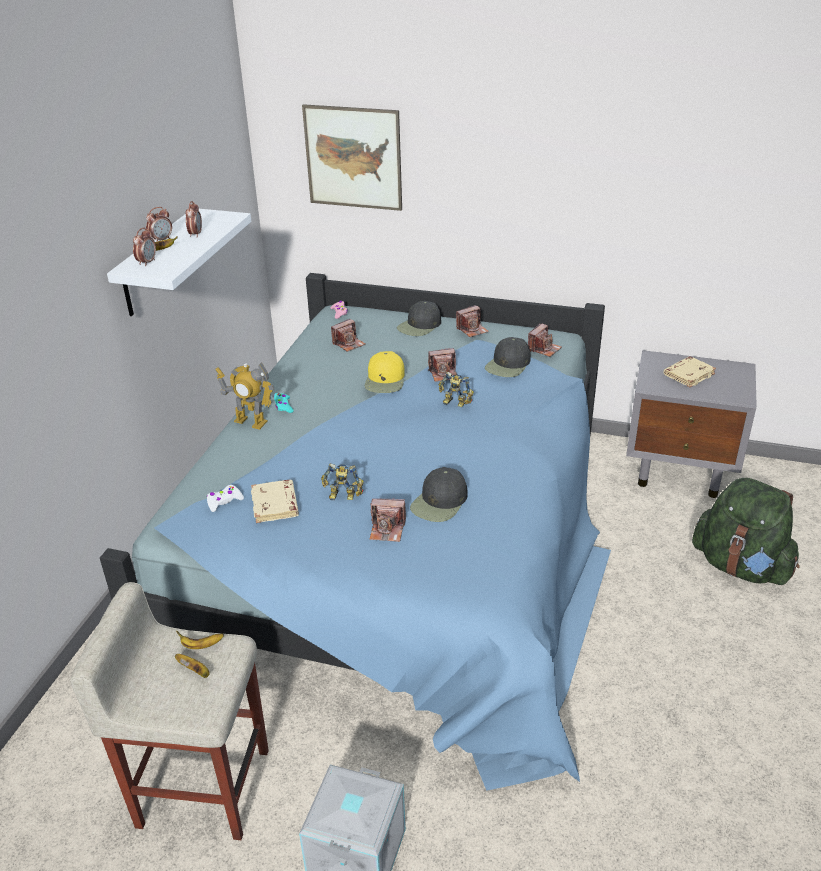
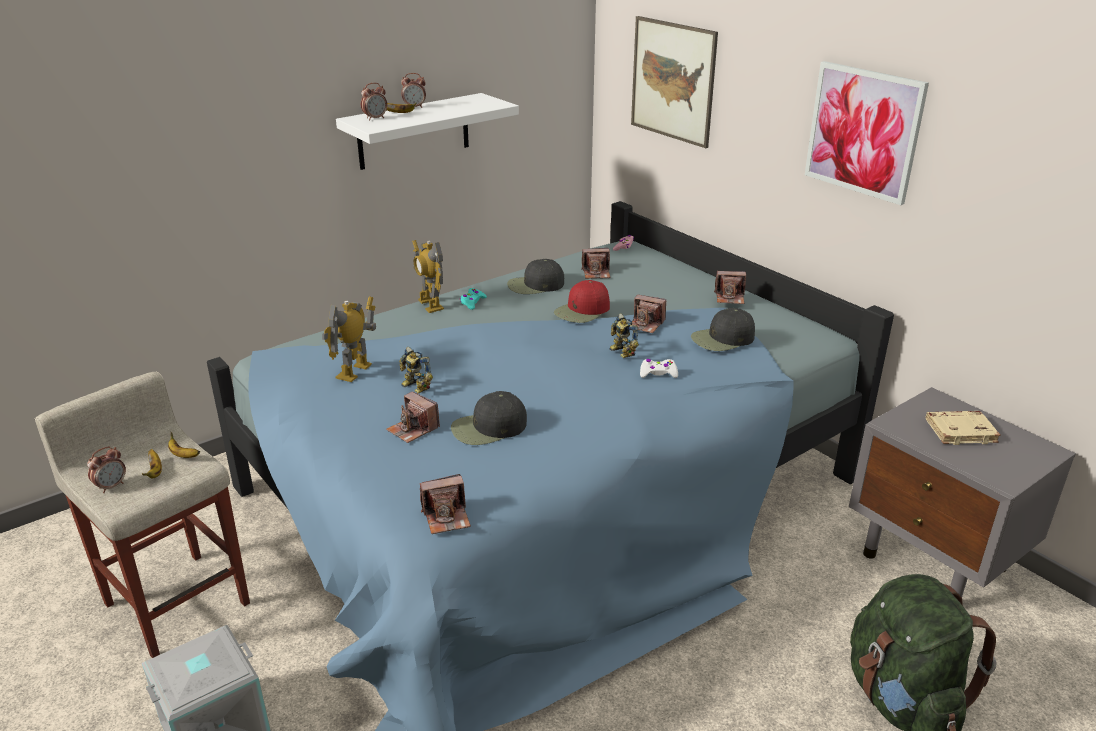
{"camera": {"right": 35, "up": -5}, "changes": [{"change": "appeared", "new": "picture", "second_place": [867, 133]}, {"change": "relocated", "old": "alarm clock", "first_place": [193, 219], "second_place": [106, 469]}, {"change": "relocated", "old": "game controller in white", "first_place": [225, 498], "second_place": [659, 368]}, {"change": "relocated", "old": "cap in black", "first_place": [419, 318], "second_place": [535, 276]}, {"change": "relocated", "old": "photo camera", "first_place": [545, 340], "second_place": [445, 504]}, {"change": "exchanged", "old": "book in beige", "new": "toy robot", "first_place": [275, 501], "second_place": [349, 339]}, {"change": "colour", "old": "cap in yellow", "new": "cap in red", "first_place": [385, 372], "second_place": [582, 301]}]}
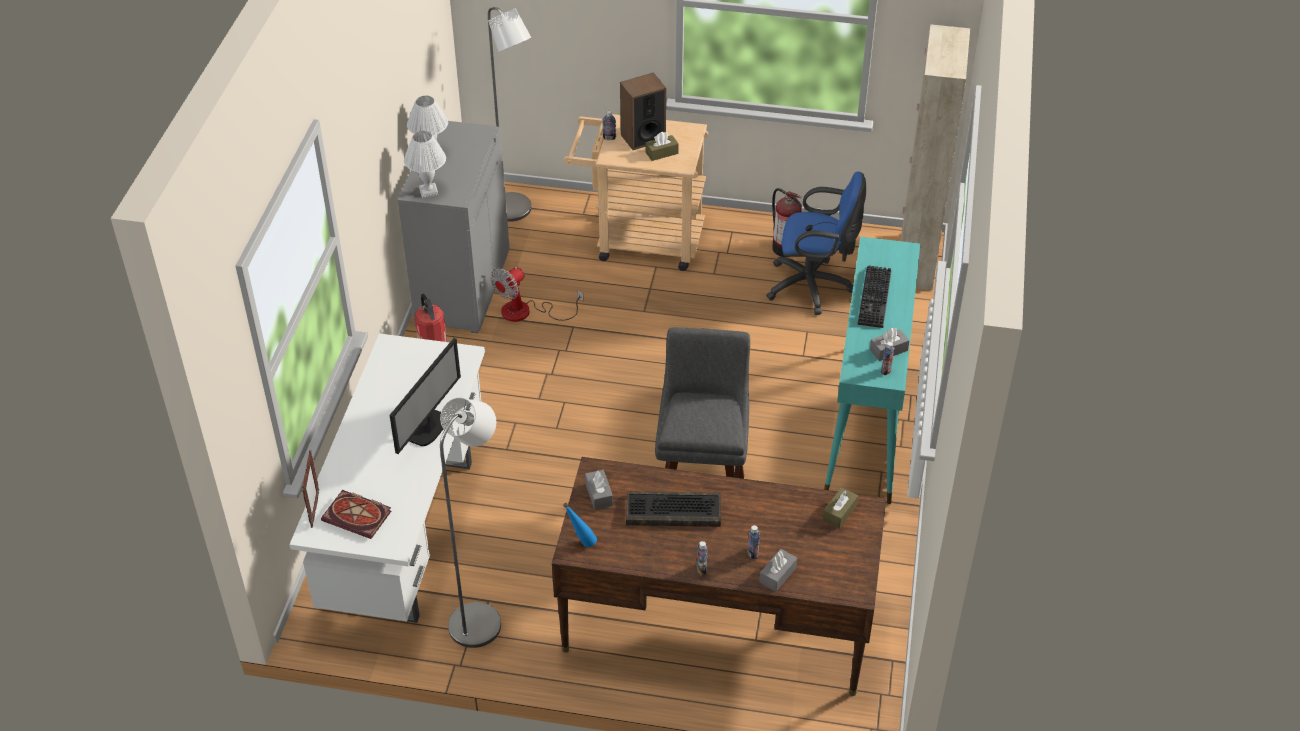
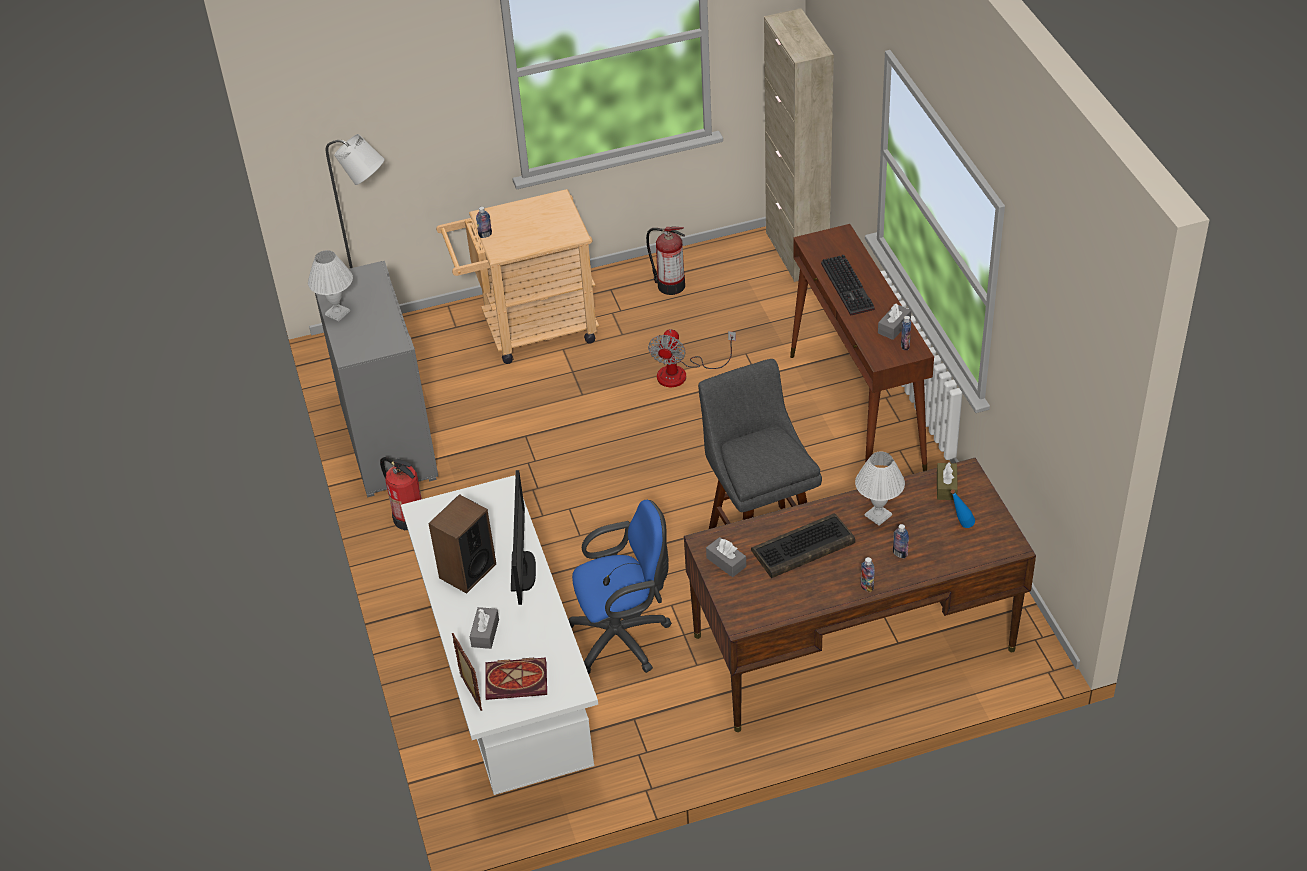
{"camera": {"right": -25, "up": 0}, "changes": [{"change": "missing", "old": "floor lamp in grey", "first_place": [470, 523]}, {"change": "missing", "old": "tissue box in brown", "first_place": [662, 146]}, {"change": "relocated", "old": "table lamp in white", "first_place": [425, 164], "second_place": [880, 489]}, {"change": "relocated", "old": "fan", "first_place": [537, 294], "second_place": [692, 358]}, {"change": "relocated", "old": "bottle in blue", "first_place": [580, 525], "second_place": [963, 508]}, {"change": "relocated", "old": "speaker", "first_place": [643, 111], "second_place": [462, 544]}, {"change": "relocated", "old": "tissue box in grey", "first_place": [778, 570], "second_place": [484, 628]}, {"change": "relocated", "old": "office chair in blue", "first_place": [816, 243], "second_place": [620, 587]}, {"change": "colour", "old": "console table in turquoise", "new": "console table in brown", "first_place": [872, 370], "second_place": [862, 347]}]}
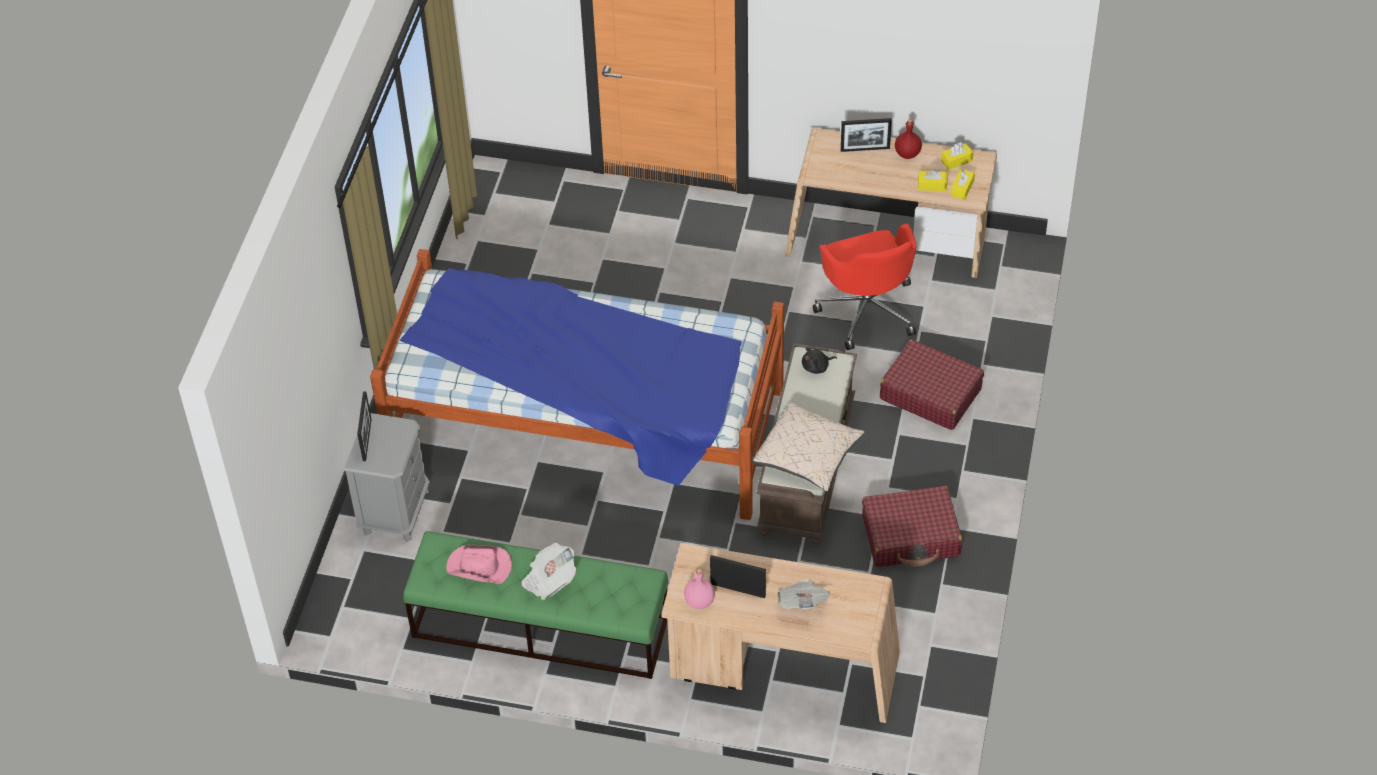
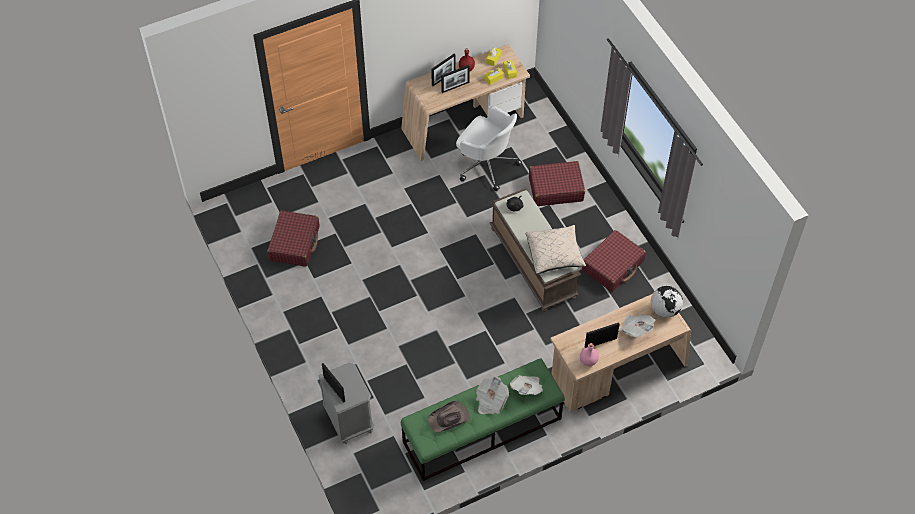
{"camera": {"right": -40, "up": 5}, "changes": [{"change": "missing", "old": "bed", "first_place": [577, 384]}, {"change": "appeared", "new": "suitcase in red", "second_place": [293, 238]}, {"change": "appeared", "new": "picture frame", "second_place": [455, 79]}, {"change": "appeared", "new": "newspaper", "second_place": [526, 385]}, {"change": "appeared", "new": "globe", "second_place": [667, 302]}, {"change": "colour", "old": "hat in pink", "new": "hat in brown", "first_place": [479, 564], "second_place": [449, 417]}, {"change": "colour", "old": "office chair in red", "new": "office chair in white", "first_place": [865, 287], "second_place": [489, 148]}]}
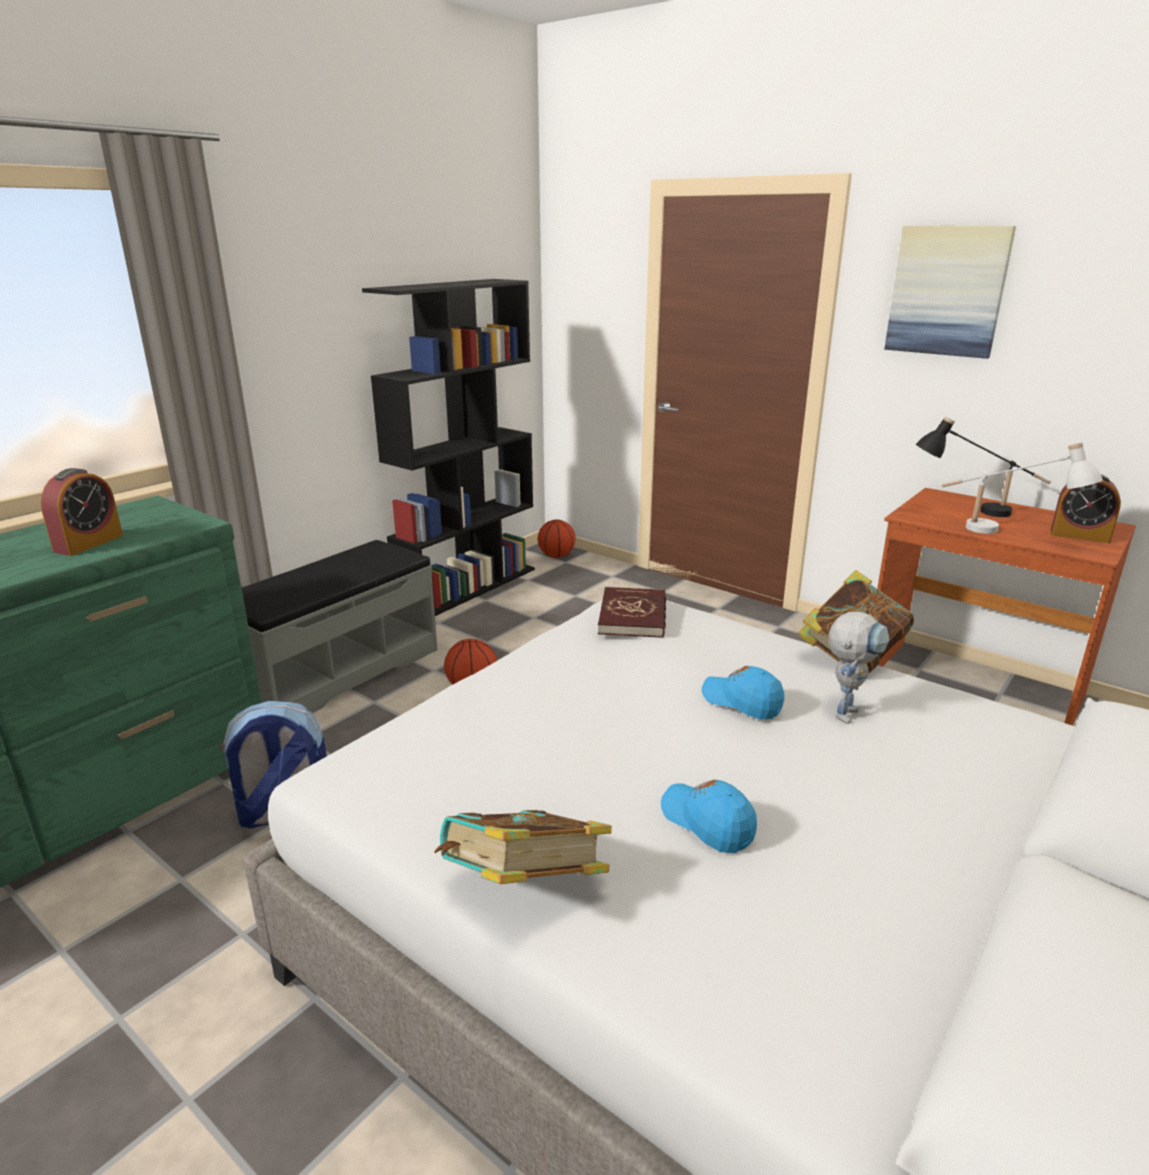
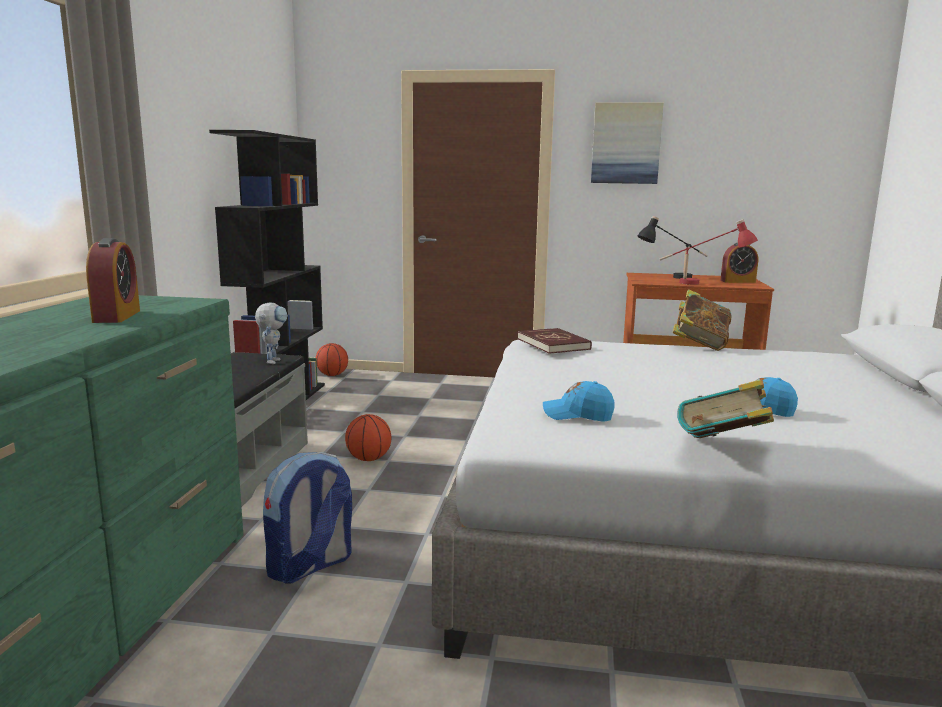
{"camera": {"right": -30, "up": -10}, "changes": [{"change": "relocated", "old": "cap in blue", "first_place": [743, 693], "second_place": [578, 401]}, {"change": "relocated", "old": "toy robot", "first_place": [858, 668], "second_place": [271, 333]}, {"change": "colour", "old": "table lamp in white", "new": "table lamp in red", "first_place": [1022, 488], "second_place": [709, 252]}]}
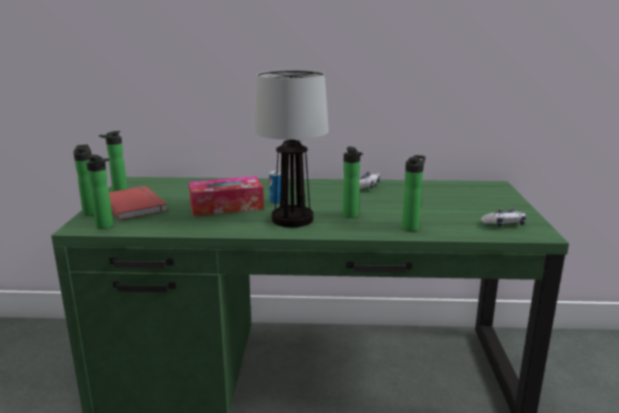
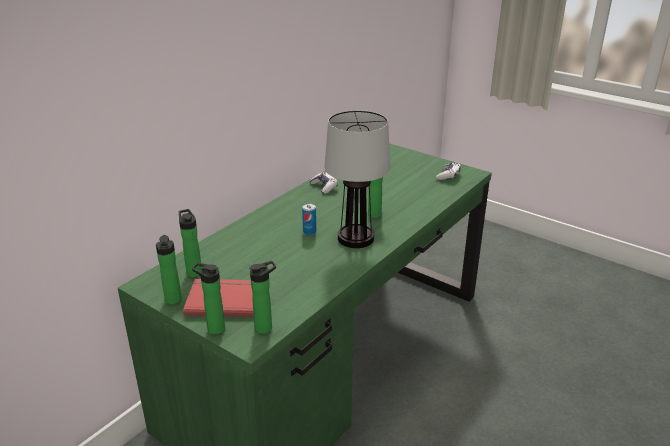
{"camera": {"right": -55, "up": 10}, "changes": [{"change": "missing", "old": "tissue box", "first_place": [226, 196]}, {"change": "relocated", "old": "bottle", "first_place": [414, 193], "second_place": [190, 243]}]}
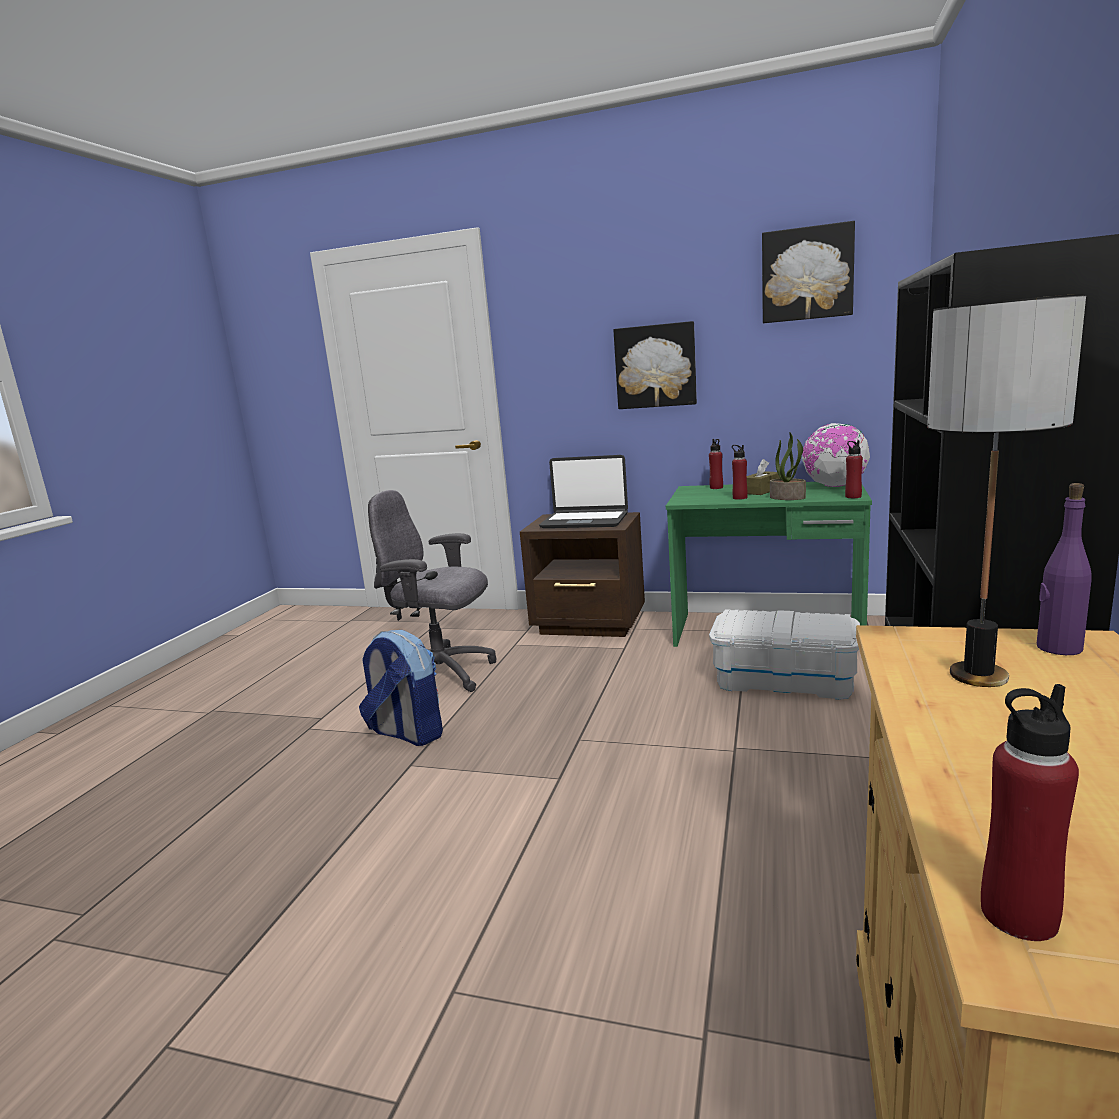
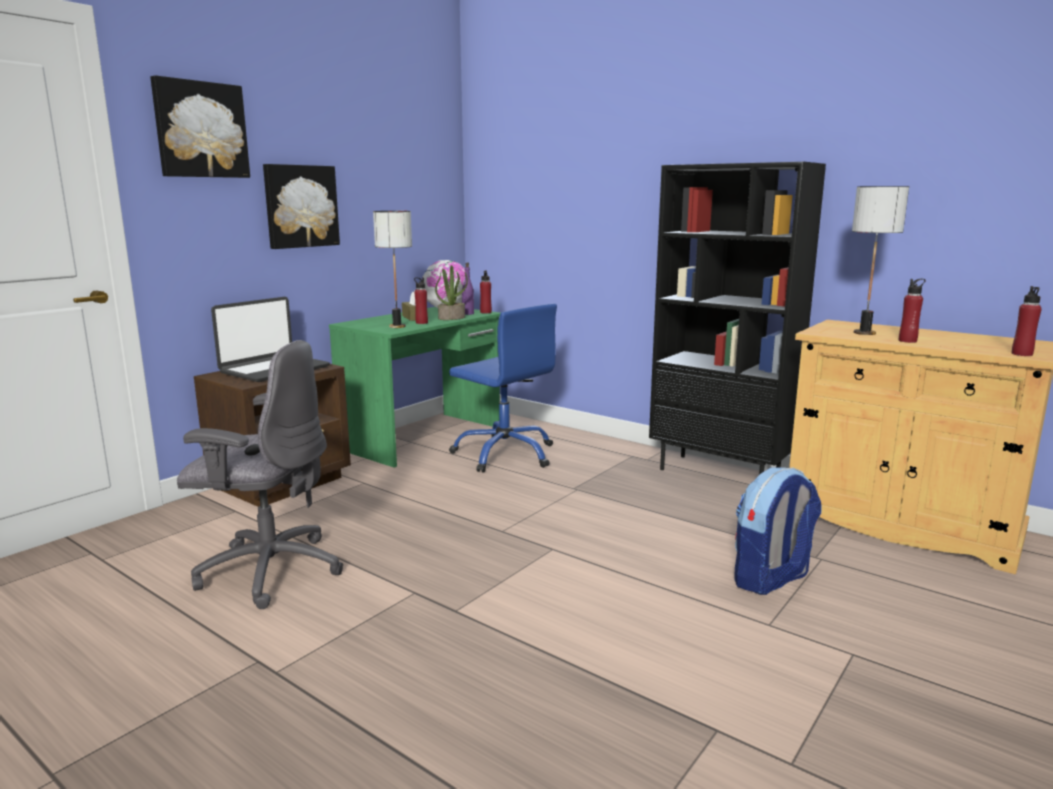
{"camera": {"right": -70, "up": 0}, "changes": [{"change": "appeared", "new": "table lamp", "second_place": [392, 269]}, {"change": "relocated", "old": "backpack", "first_place": [401, 688], "second_place": [778, 531]}, {"change": "relocated", "old": "bottle in red", "first_place": [716, 464], "second_place": [912, 311]}, {"change": "relocated", "old": "picture", "first_place": [808, 272], "second_place": [200, 126]}, {"change": "relocated", "old": "bottle in purple", "first_place": [1064, 569], "second_place": [468, 289]}, {"change": "exchanged", "old": "storage box in white", "new": "office chair in blue", "first_place": [784, 654], "second_place": [503, 388]}, {"change": "spun", "old": "office chair in grey", "first_place": [432, 591], "second_place": [260, 474], "degrees": -120}]}
